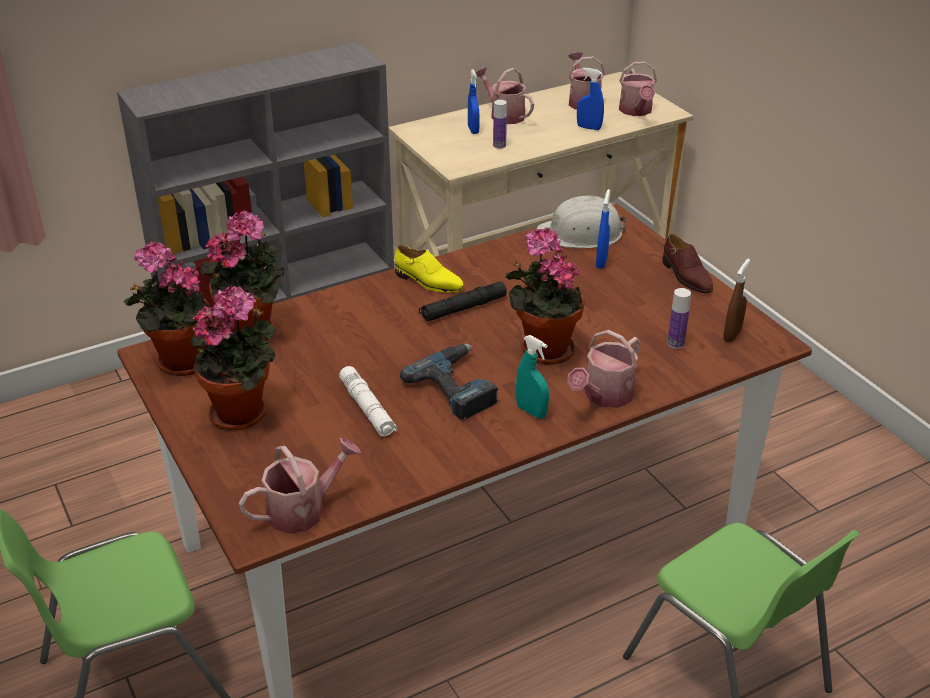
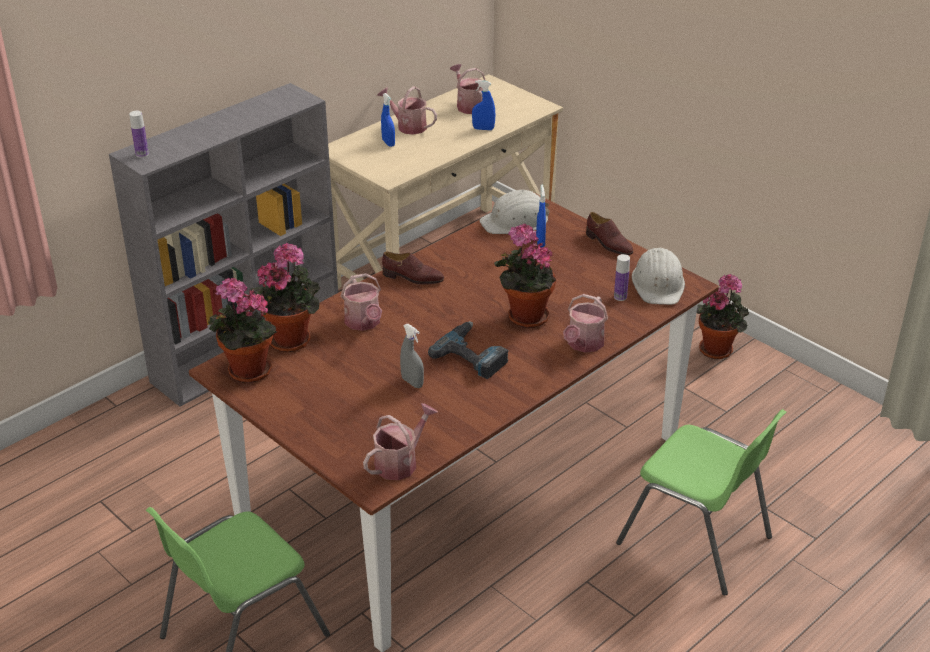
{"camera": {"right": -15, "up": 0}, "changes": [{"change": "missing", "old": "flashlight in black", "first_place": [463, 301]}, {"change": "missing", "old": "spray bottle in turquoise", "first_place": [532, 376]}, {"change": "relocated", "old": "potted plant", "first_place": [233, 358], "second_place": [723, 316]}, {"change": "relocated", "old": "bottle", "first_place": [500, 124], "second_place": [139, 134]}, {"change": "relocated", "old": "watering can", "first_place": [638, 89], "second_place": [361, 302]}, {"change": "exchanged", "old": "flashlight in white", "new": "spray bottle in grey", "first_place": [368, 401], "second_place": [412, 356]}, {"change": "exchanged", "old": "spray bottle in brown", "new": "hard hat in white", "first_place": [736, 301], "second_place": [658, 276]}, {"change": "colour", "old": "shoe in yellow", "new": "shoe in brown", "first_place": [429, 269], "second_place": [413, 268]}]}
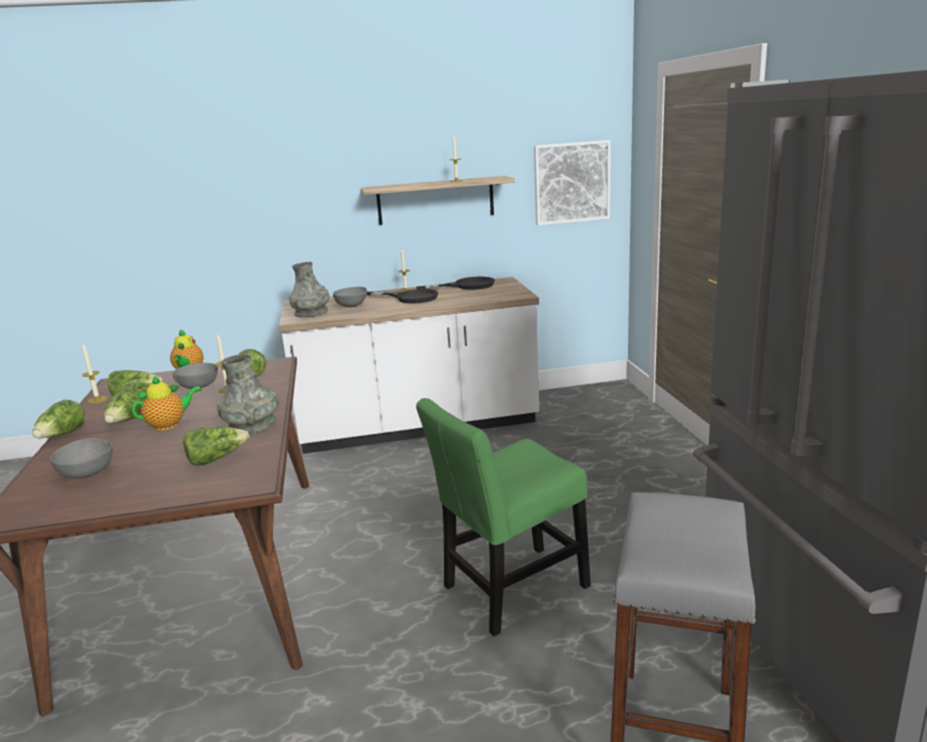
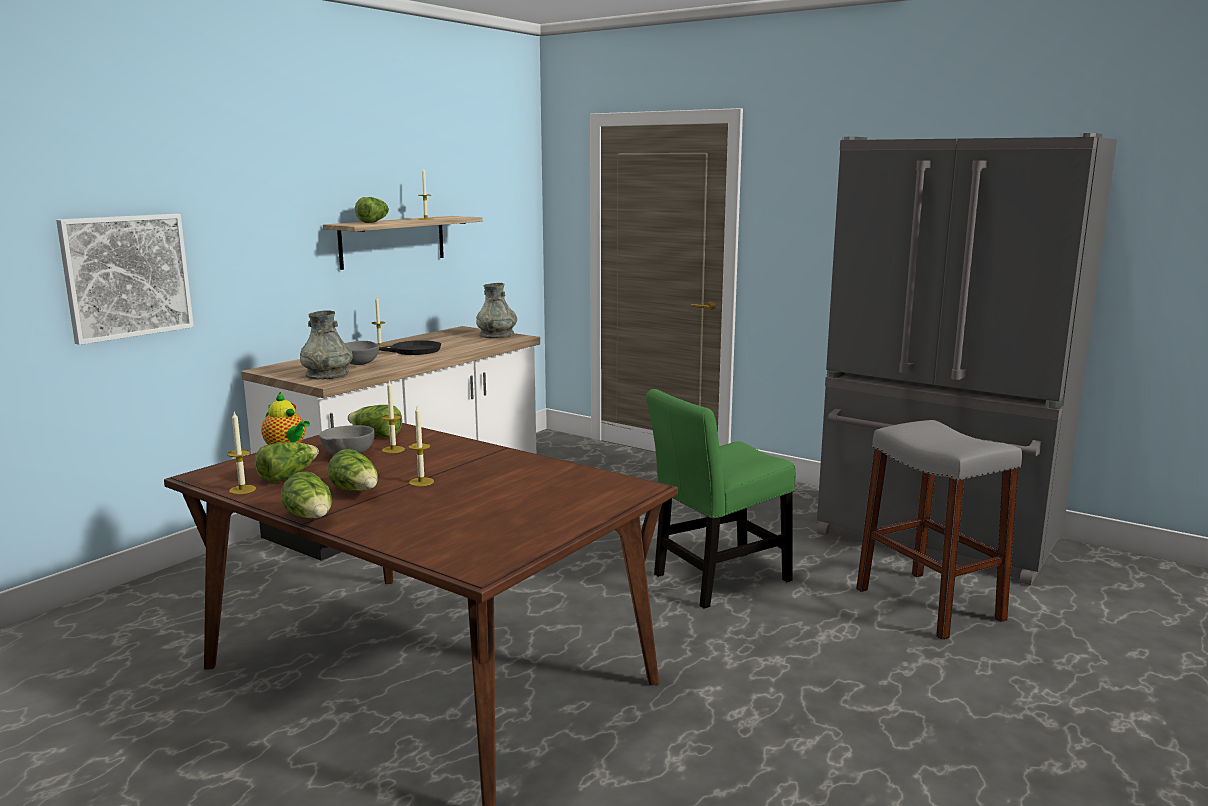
{"camera": {"right": -45, "up": -5}, "changes": [{"change": "missing", "old": "bowl in grey", "first_place": [81, 458]}, {"change": "missing", "old": "frying pan in black", "first_place": [455, 283]}, {"change": "relocated", "old": "lettuce", "first_place": [216, 446], "second_place": [372, 210]}, {"change": "relocated", "old": "vase in grey", "first_place": [248, 394], "second_place": [496, 310]}, {"change": "relocated", "old": "picture", "first_place": [572, 183], "second_place": [125, 279]}, {"change": "exchanged", "old": "teapot", "new": "candle", "first_place": [167, 403], "second_place": [421, 445]}, {"change": "spun", "old": "chair in green", "first_place": [503, 517], "second_place": [720, 499], "degrees": 45}]}
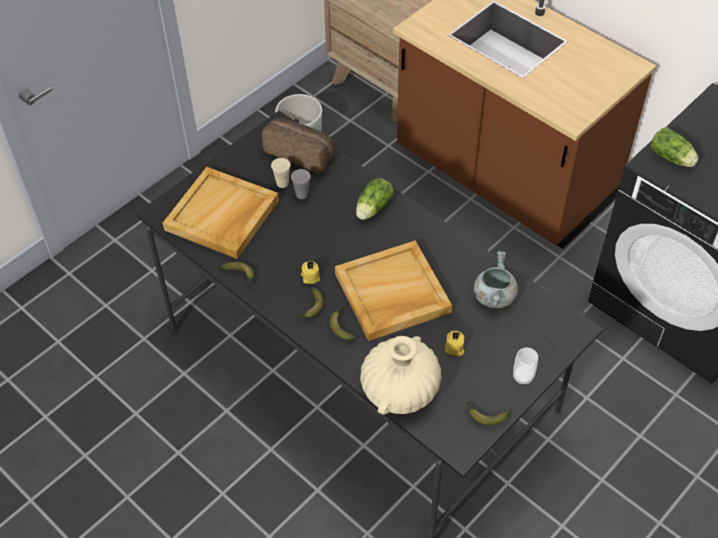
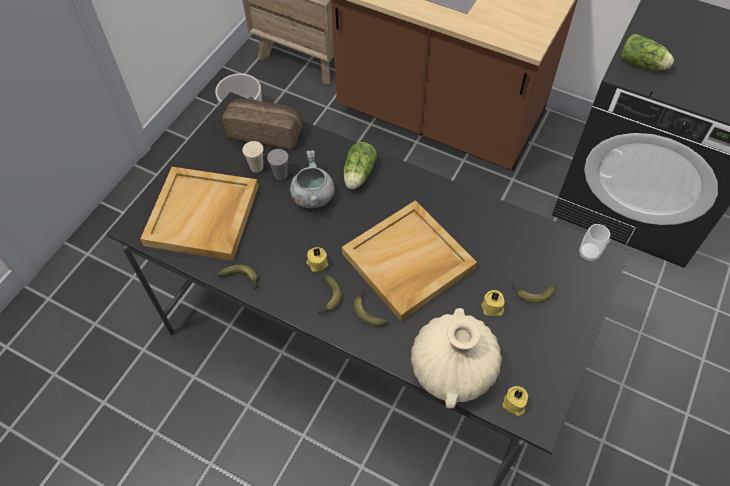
{"camera": {"right": -15, "up": 5}, "changes": [{"change": "appeared", "new": "candle in yellow", "second_place": [515, 401]}, {"change": "relocated", "old": "banana", "first_place": [488, 413], "second_place": [533, 293]}, {"change": "relocated", "old": "cooking pot in grey", "first_place": [496, 279], "second_place": [312, 179]}, {"change": "relocated", "old": "cup", "first_place": [525, 365], "second_place": [594, 243]}]}
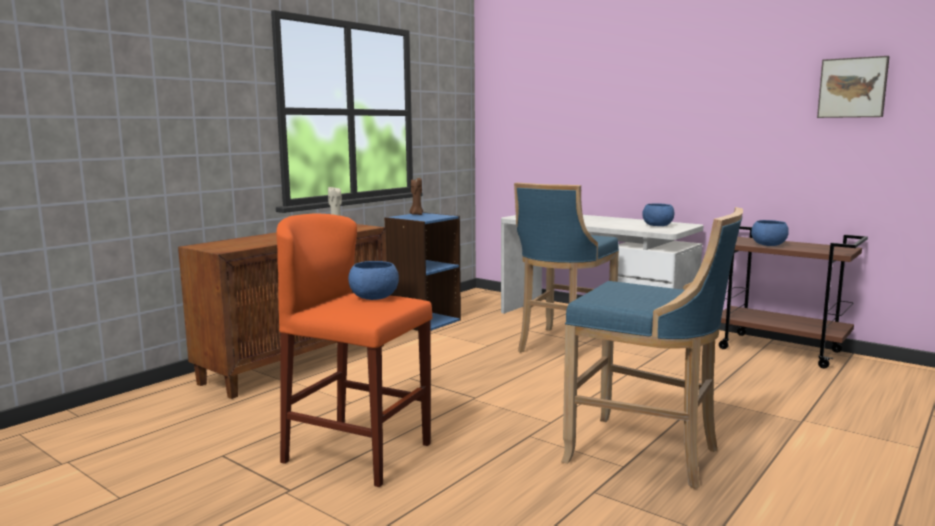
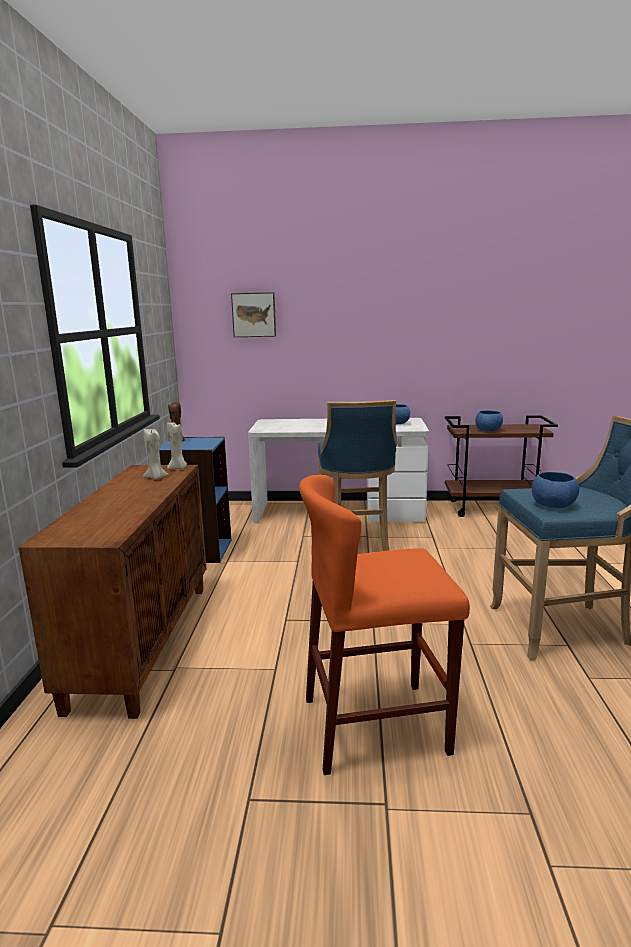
{"camera": {"right": -35, "up": 5}, "changes": [{"change": "appeared", "new": "candle in beige", "second_place": [177, 445]}, {"change": "relocated", "old": "bowl in blue", "first_place": [373, 280], "second_place": [555, 490]}, {"change": "relocated", "old": "picture", "first_place": [853, 87], "second_place": [253, 314]}]}
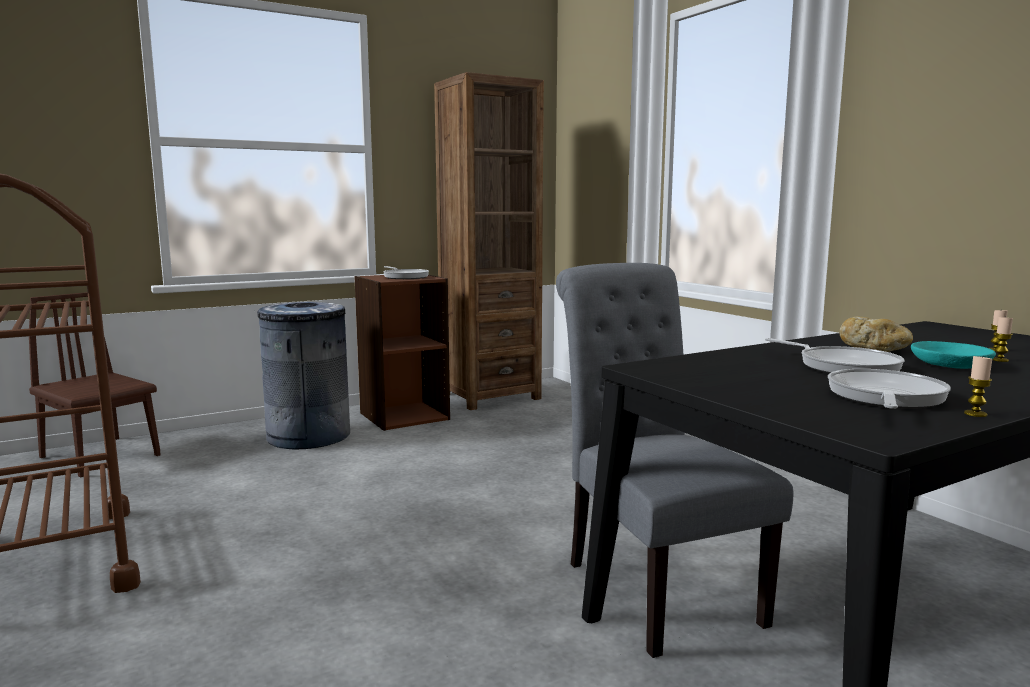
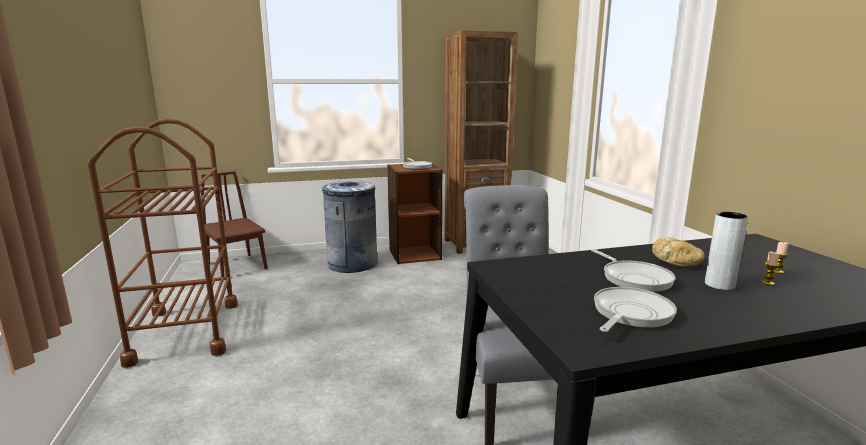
{"camera": {"right": 15, "up": 5}, "changes": [{"change": "missing", "old": "candle", "first_place": [978, 386]}, {"change": "exchanged", "old": "bowl in turquoise", "new": "vase in grey", "first_place": [953, 355], "second_place": [726, 251]}]}
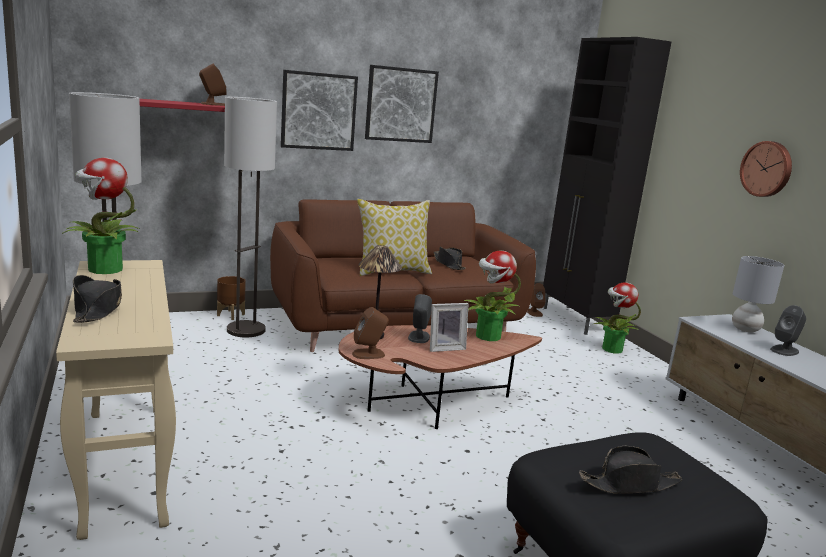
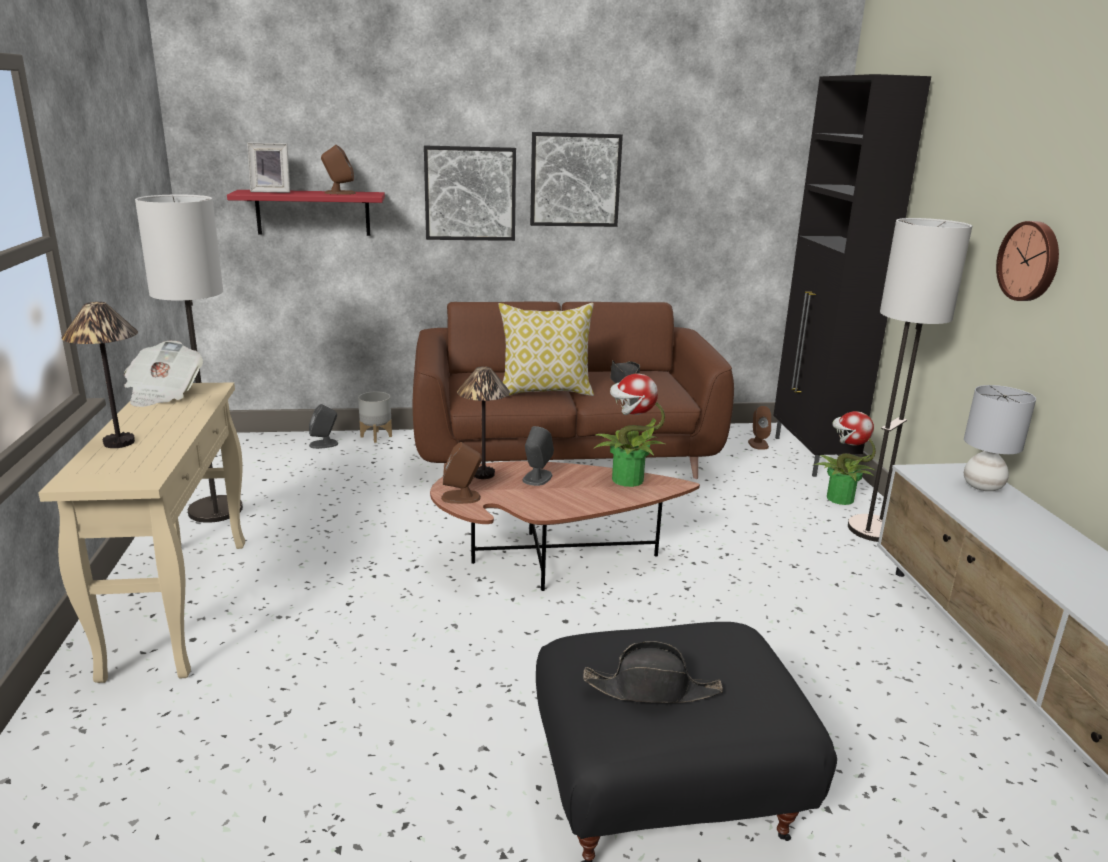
{"camera": {"right": 15, "up": 5}, "changes": [{"change": "relocated", "old": "floor lamp", "first_place": [250, 217], "second_place": [910, 380]}, {"change": "relocated", "old": "picture frame", "first_place": [449, 327], "second_place": [268, 167]}, {"change": "relocated", "old": "speaker in grey", "first_place": [788, 330], "second_place": [323, 426]}, {"change": "exchanged", "old": "potted plant", "new": "newspaper", "first_place": [101, 216], "second_place": [163, 374]}, {"change": "exchanged", "old": "hat in black", "new": "table lamp", "first_place": [97, 299], "second_place": [99, 375]}, {"change": "colour", "old": "planter in brown", "new": "planter in grey", "first_place": [231, 298], "second_place": [375, 417]}]}
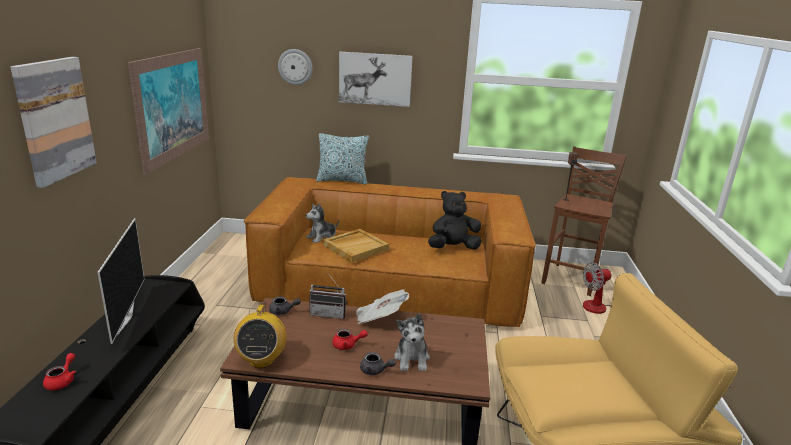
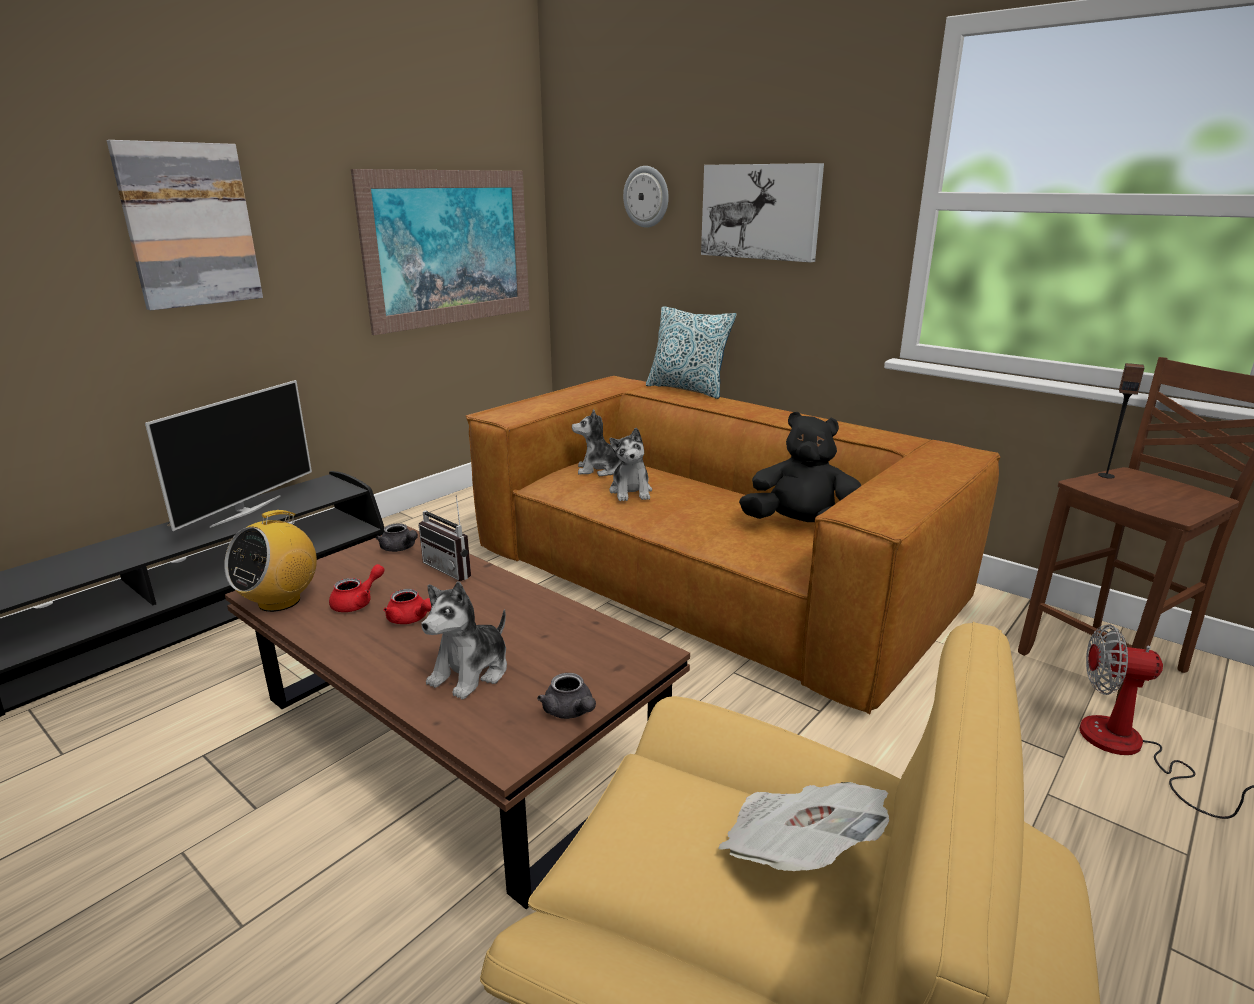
{"camera": {"right": 35, "up": 0}, "changes": [{"change": "relocated", "old": "teapot in red", "first_place": [59, 371], "second_place": [357, 588]}, {"change": "relocated", "old": "newspaper", "first_place": [382, 306], "second_place": [803, 826]}, {"change": "relocated", "old": "teapot in grey", "first_place": [378, 363], "second_place": [566, 696]}, {"change": "exchanged", "old": "tray in beige", "new": "plush toy", "first_place": [356, 245], "second_place": [630, 464]}]}
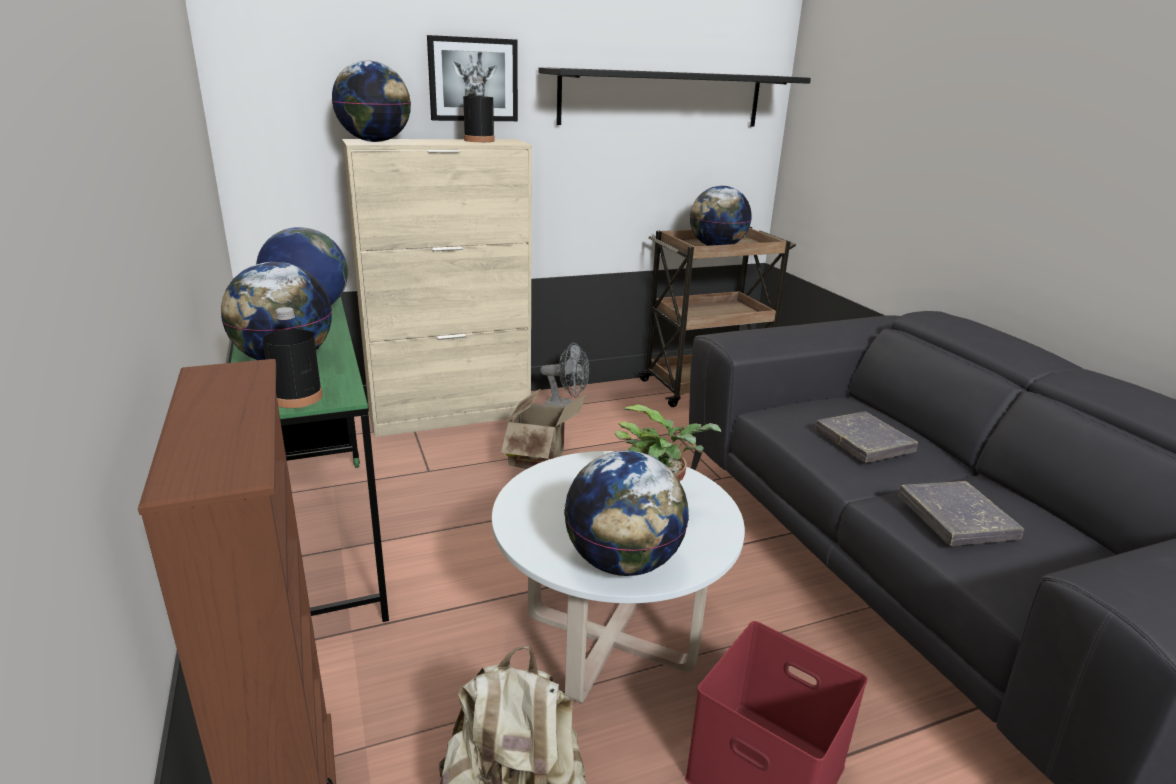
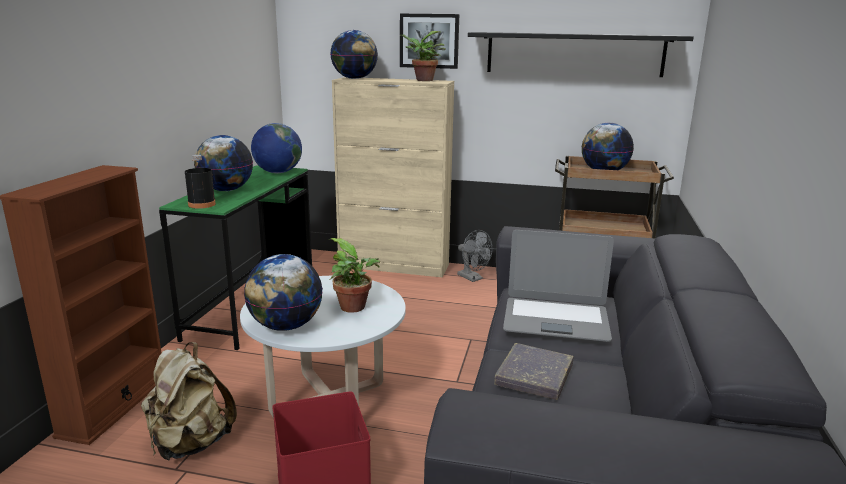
{"camera": {"right": 35, "up": -5}, "changes": [{"change": "missing", "old": "cardboard box", "first_place": [544, 428]}, {"change": "exchanged", "old": "bottle in black", "new": "potted plant", "first_place": [479, 109], "second_place": [422, 56]}, {"change": "exchanged", "old": "book in grey", "new": "laptop", "first_place": [866, 437], "second_place": [558, 286]}]}
